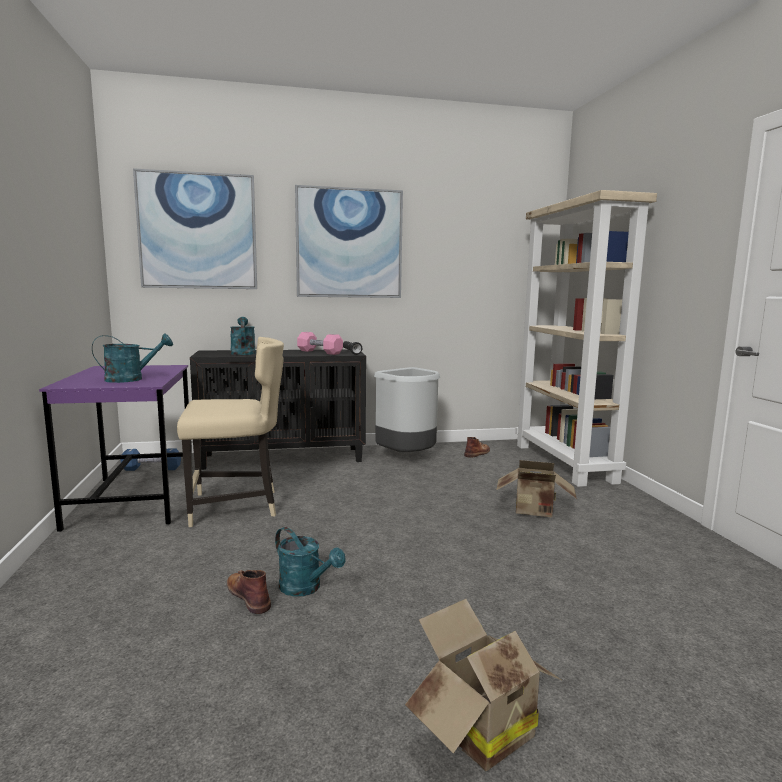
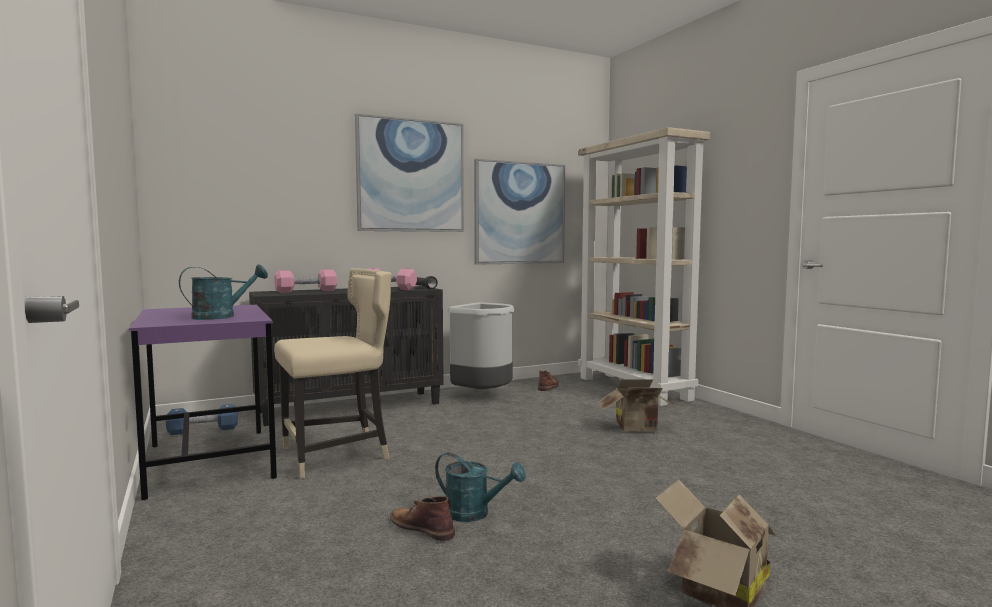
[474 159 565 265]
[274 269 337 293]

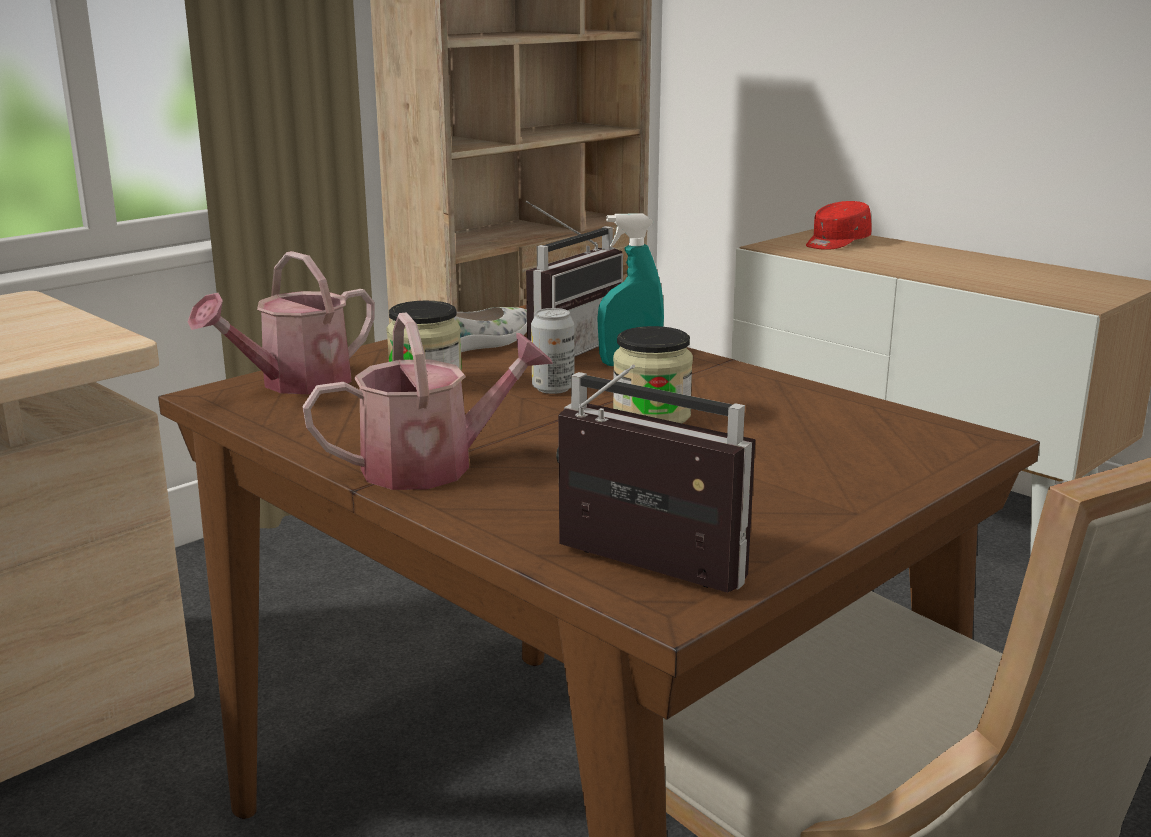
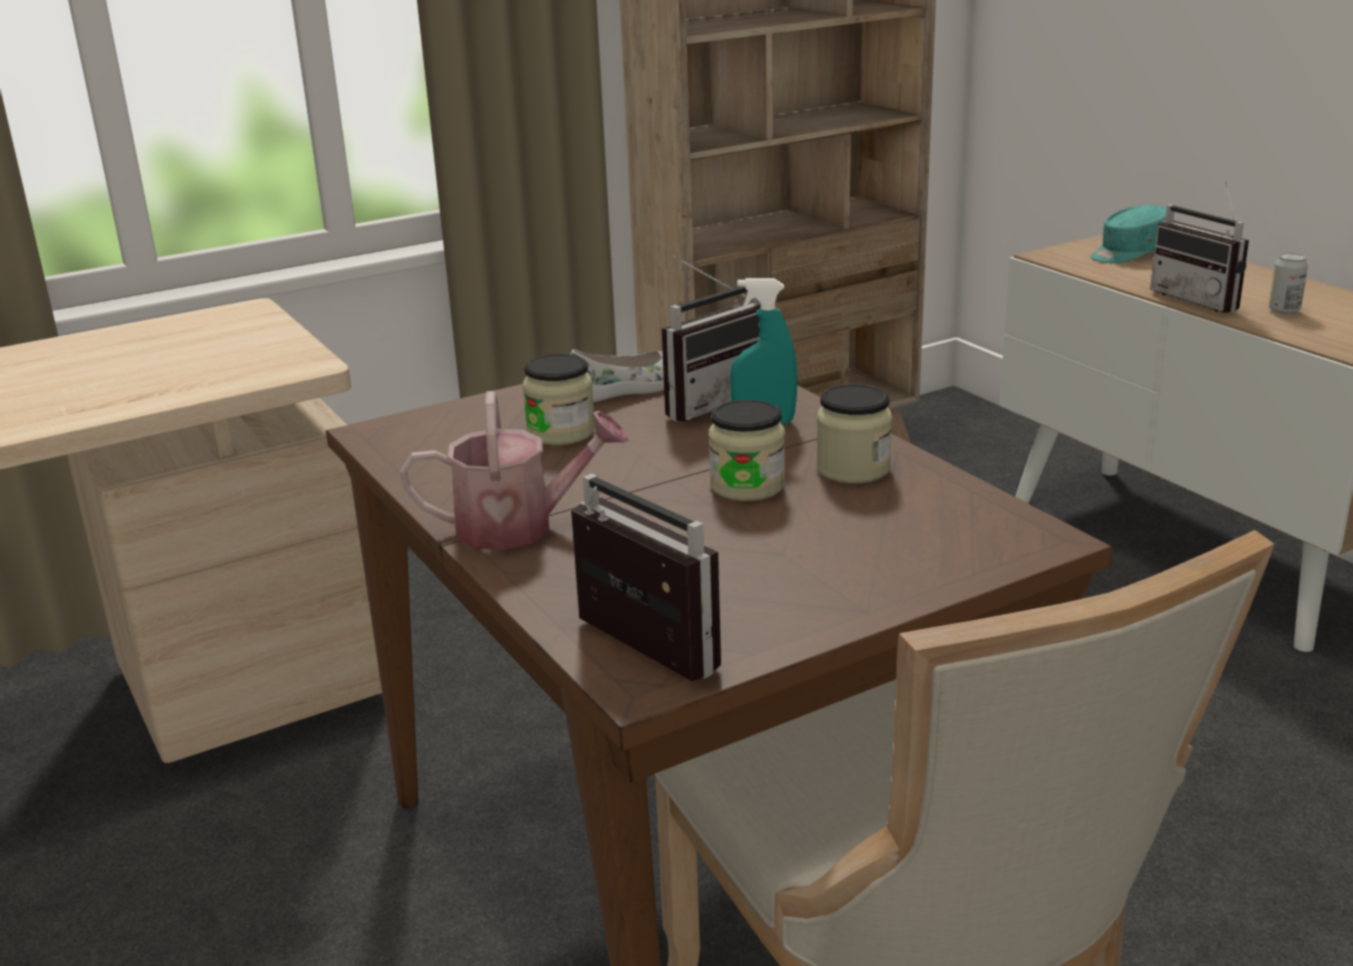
[1090 205 1166 263]
[188 251 375 394] (first image)
[1269 253 1308 314]
[1150 181 1249 313]
[816 384 892 483]

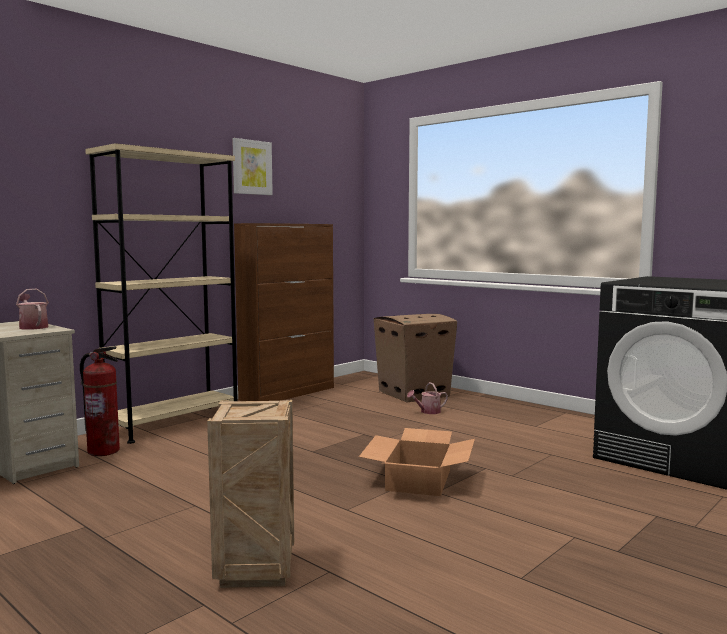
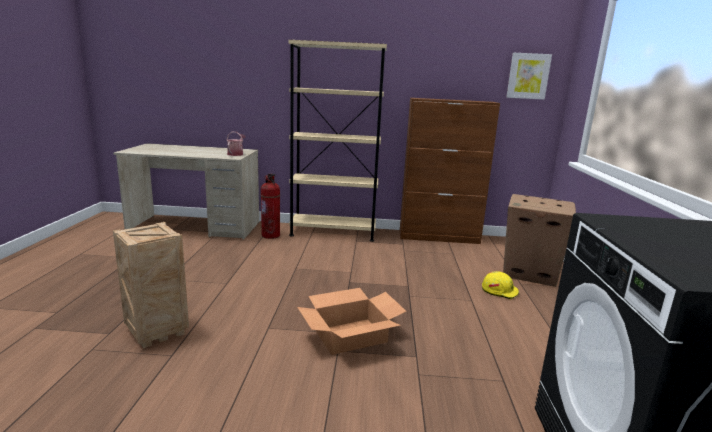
[506 53 552 100]
[482 271 519 299]

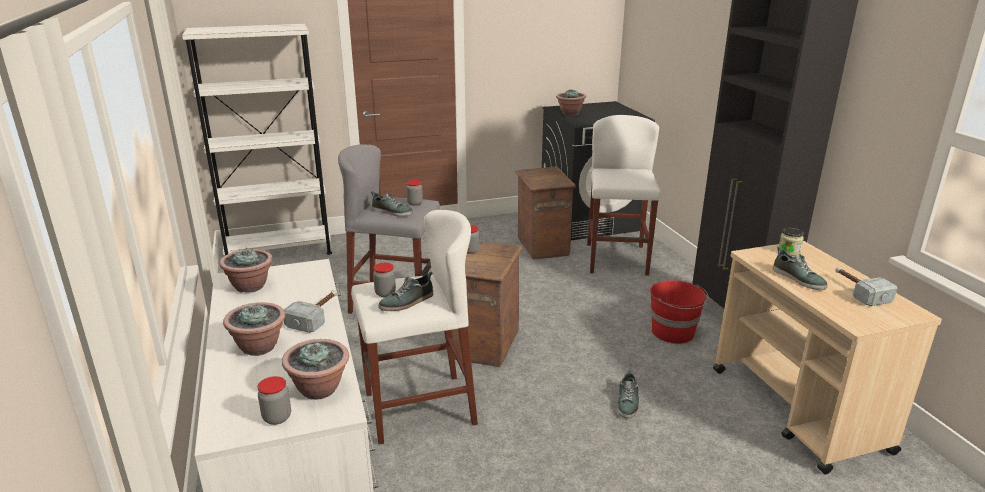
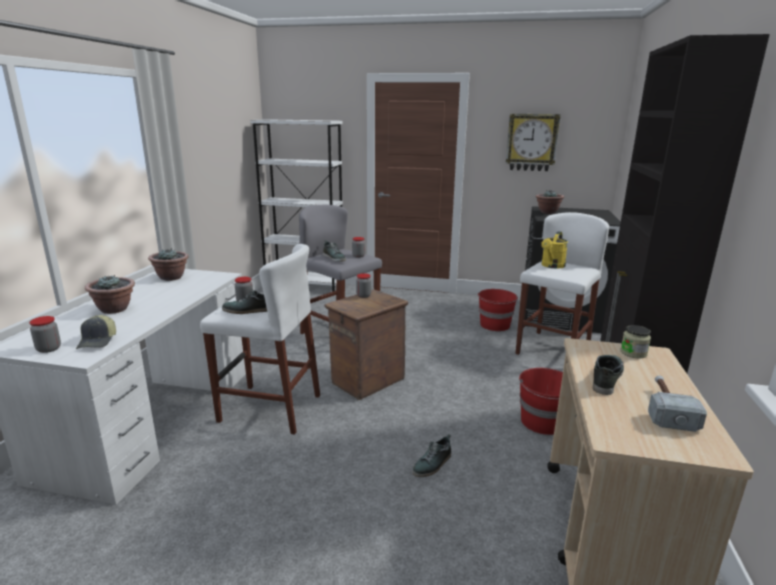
[478 289 518 331]
[593 355 624 395]
[284 290 337 333] (first image)
[76 315 116 349]
[506 114 561 171]
[541 231 568 269]

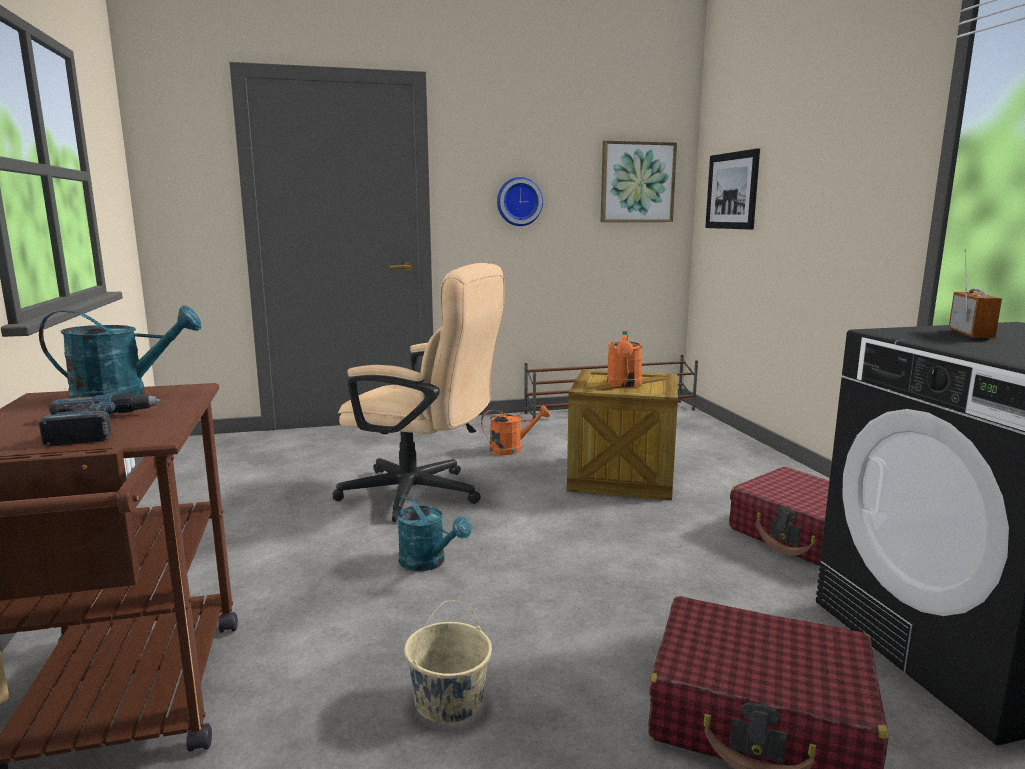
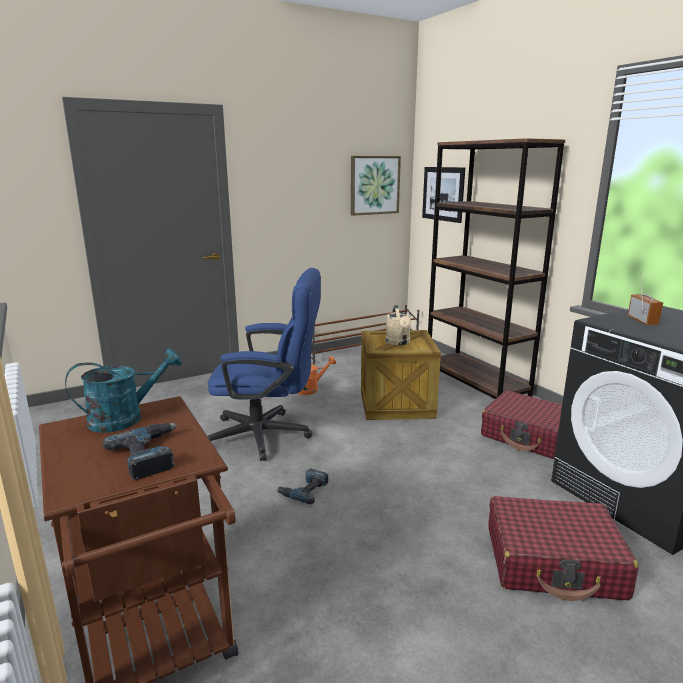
[497 177 543 226] (first image)
[207 268 321 461]
[386 305 411 345]
[275 468 328 504]
[404 601 492 724] (first image)
[428 138 566 399]

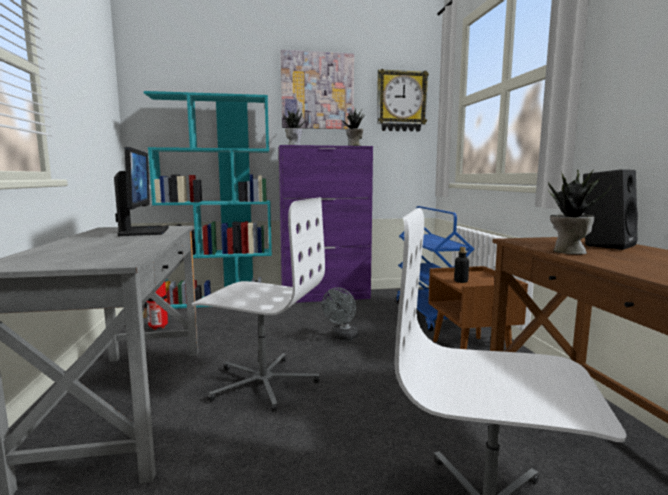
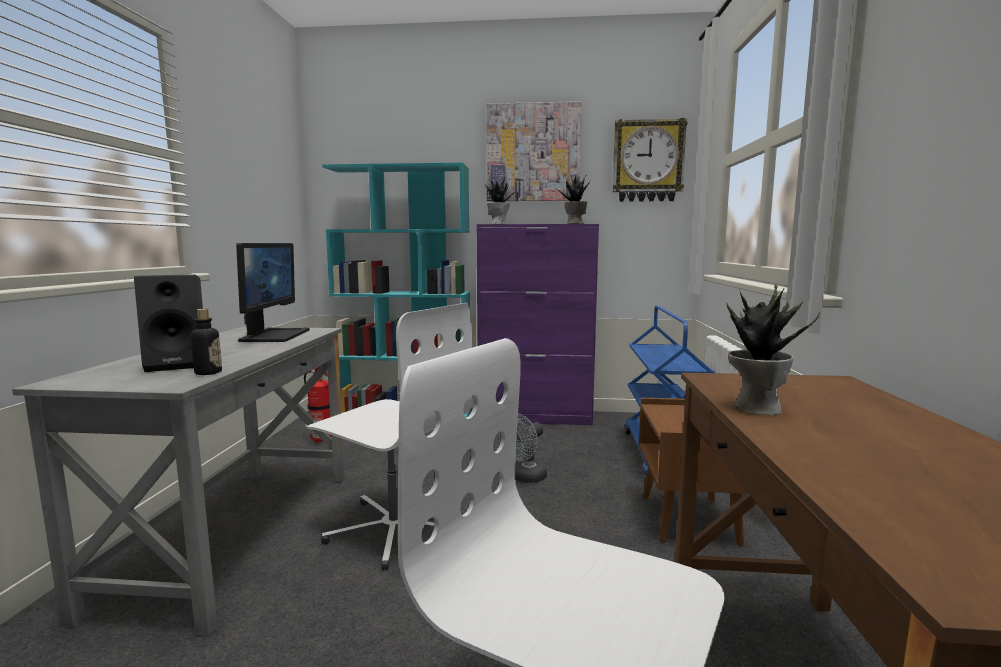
[134 274 203 372]
[191 309 222 375]

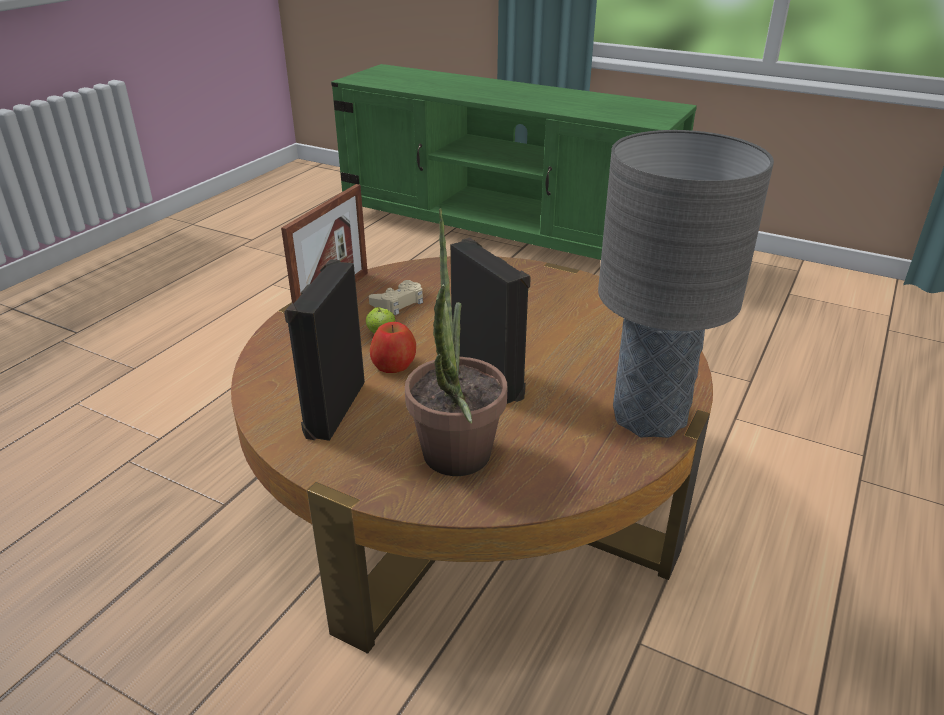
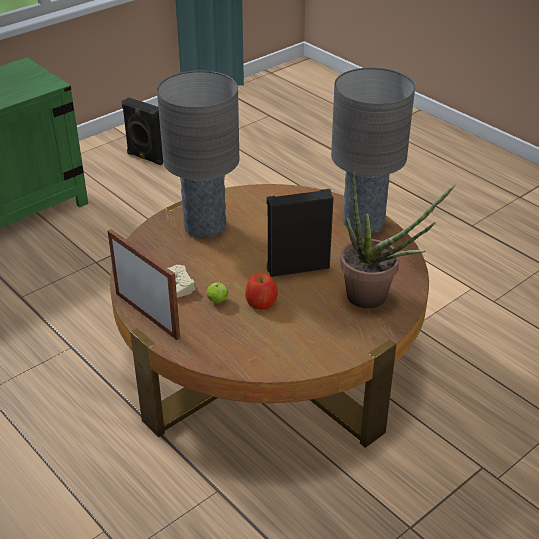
[121 97 163 166]
[157 70 239 239]

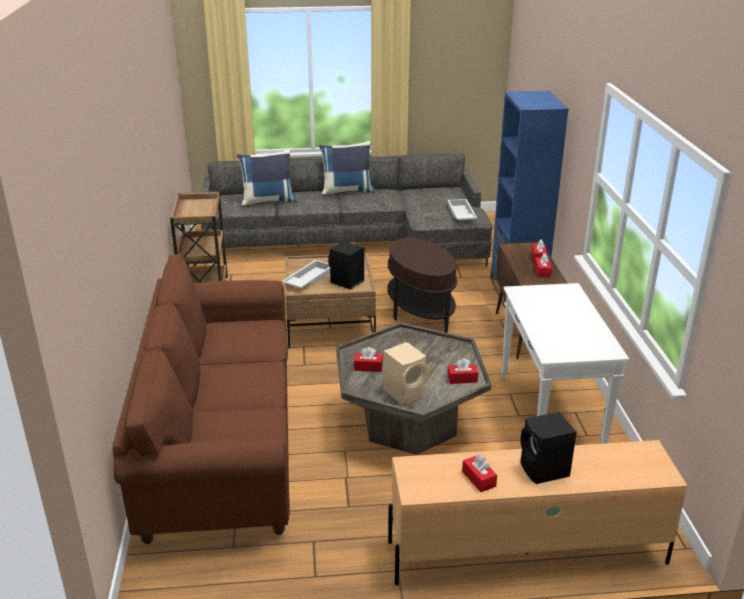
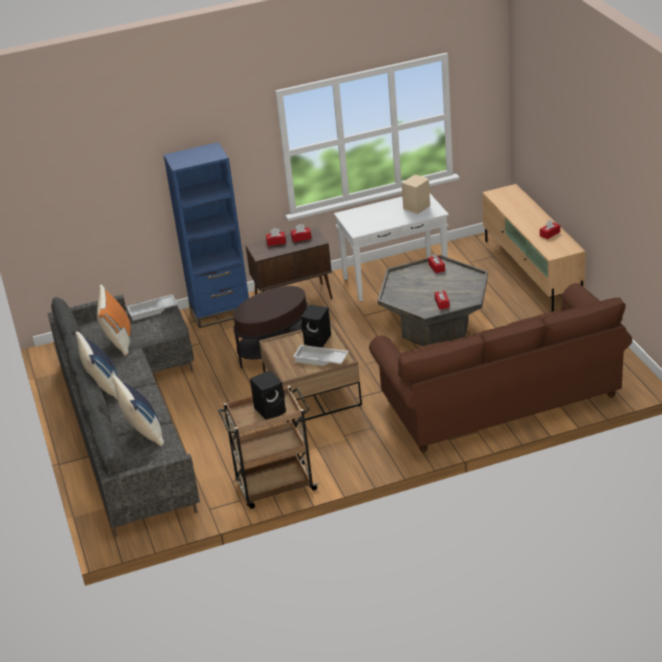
[402 175 431 214]
[250 370 286 420]
[97 285 131 356]

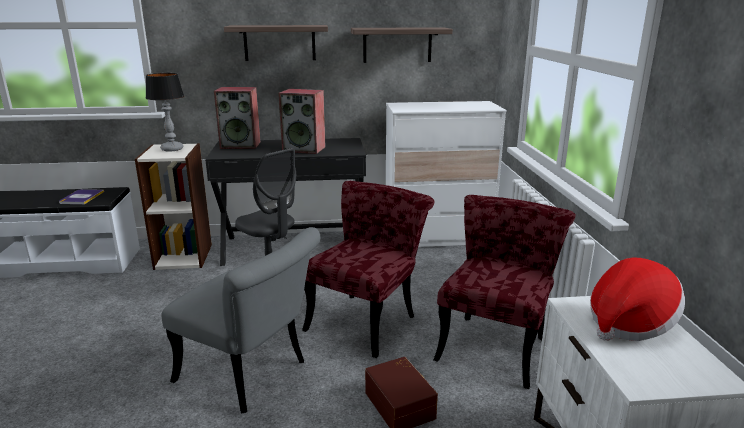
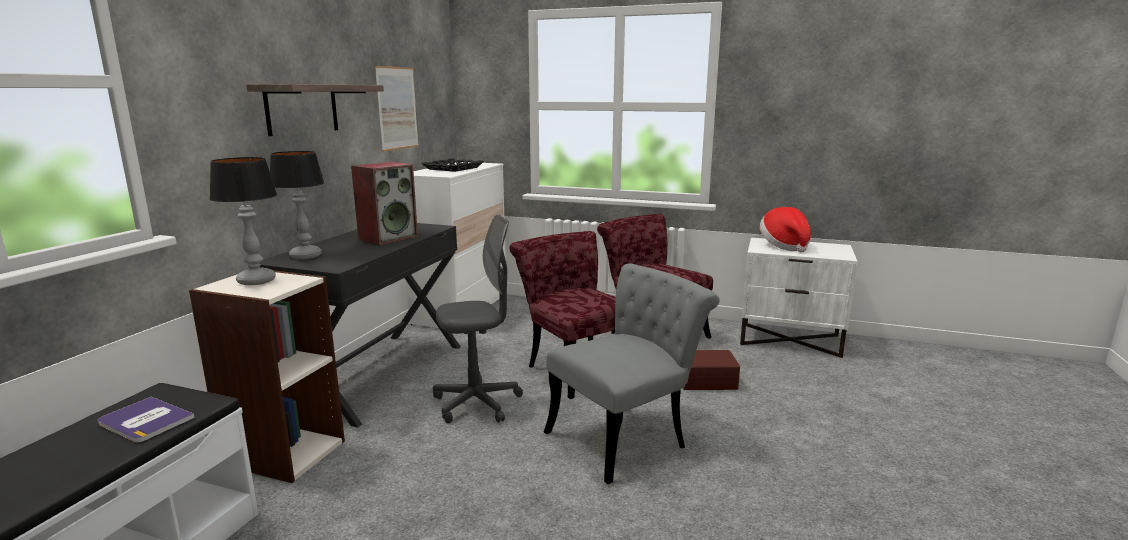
[375 66 419 152]
[270 151 324 259]
[421 158 484 172]

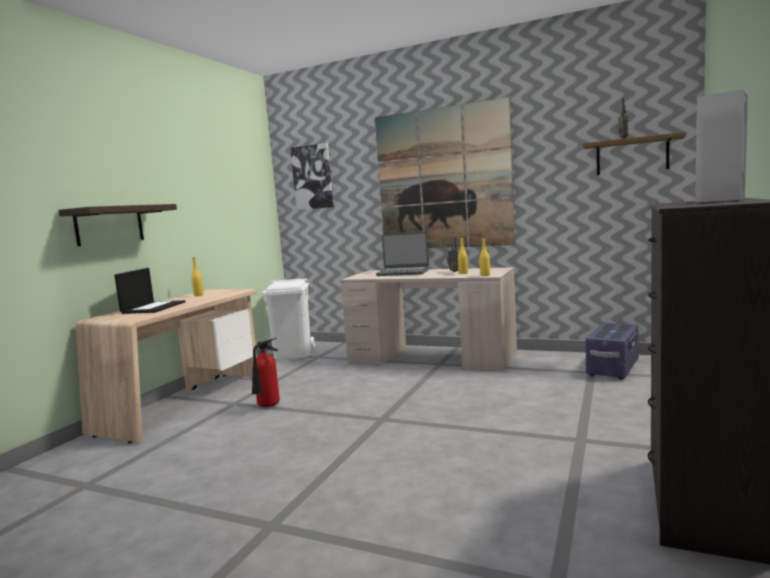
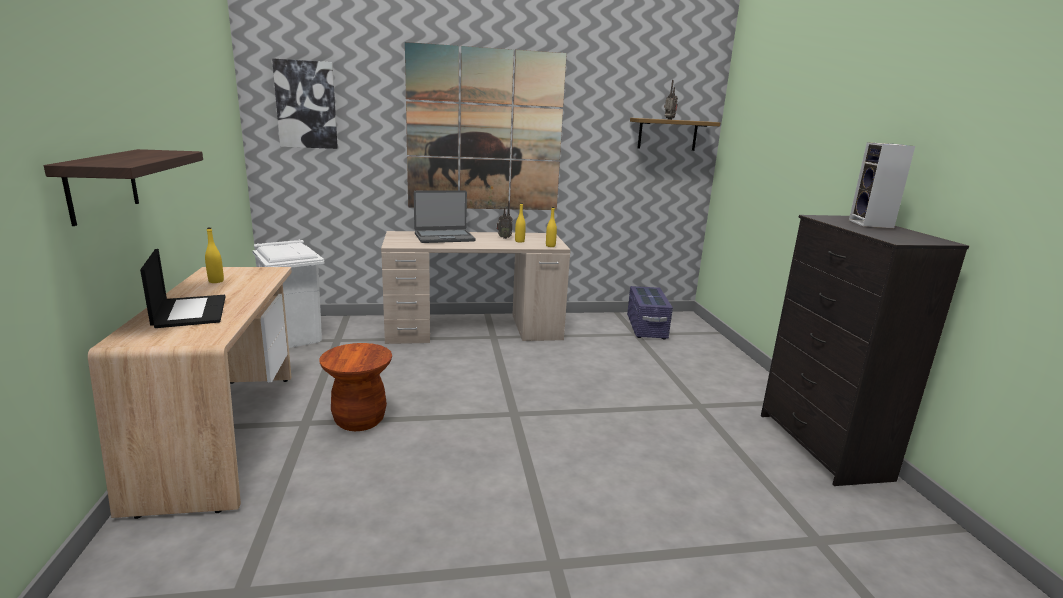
[320 343 392 431]

